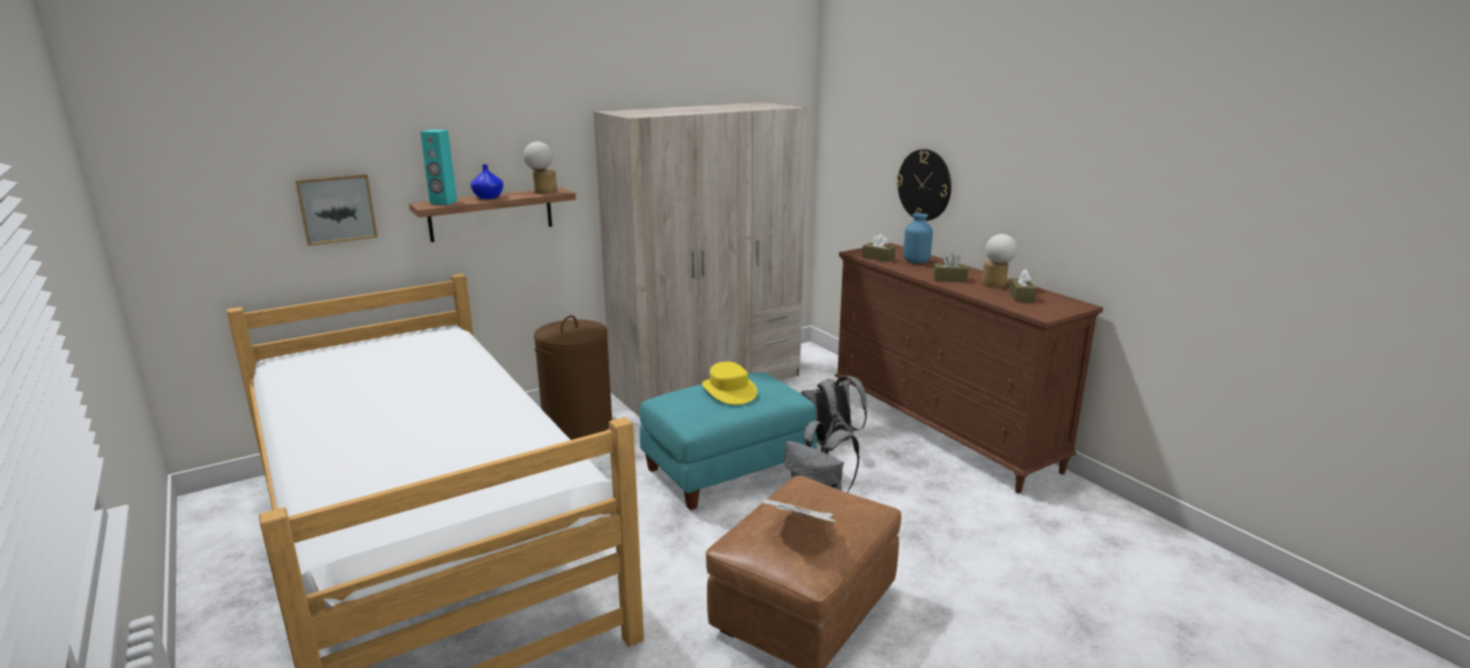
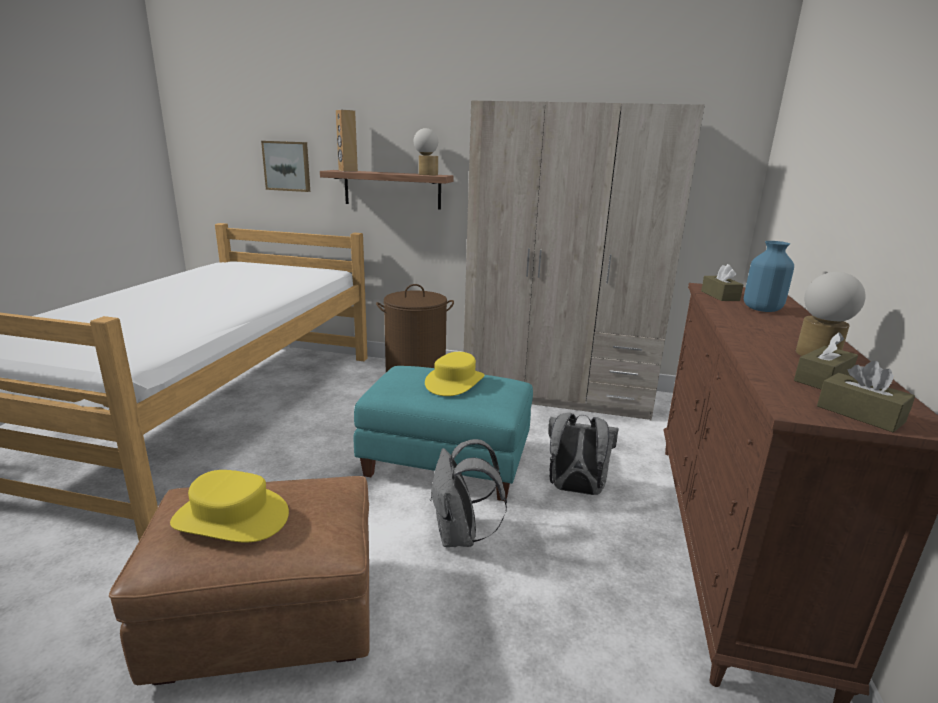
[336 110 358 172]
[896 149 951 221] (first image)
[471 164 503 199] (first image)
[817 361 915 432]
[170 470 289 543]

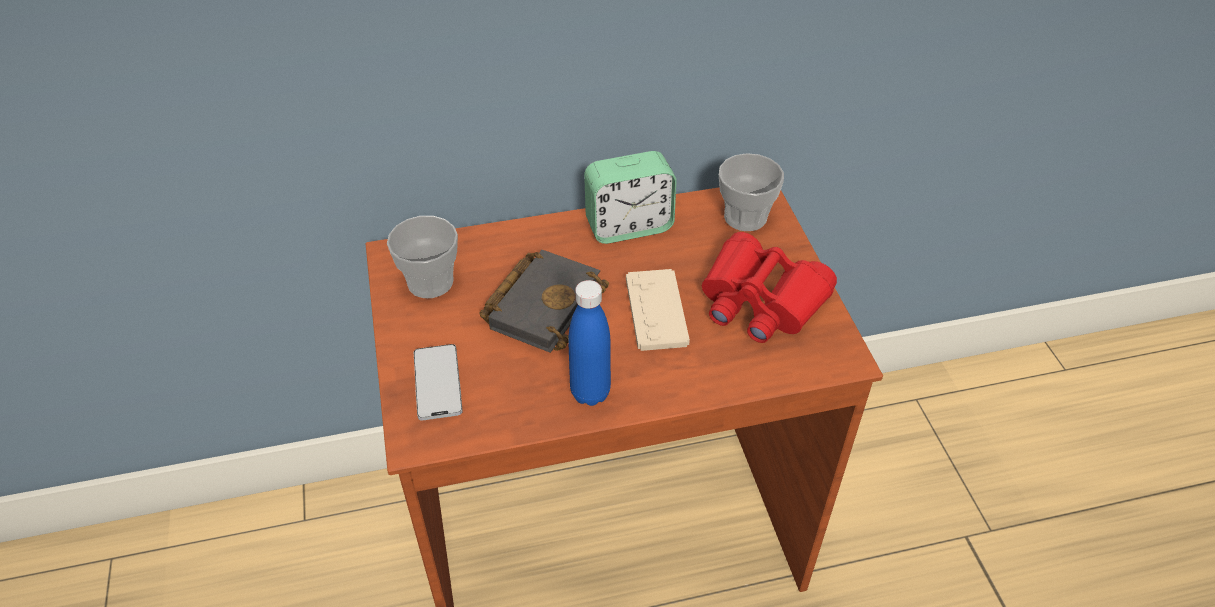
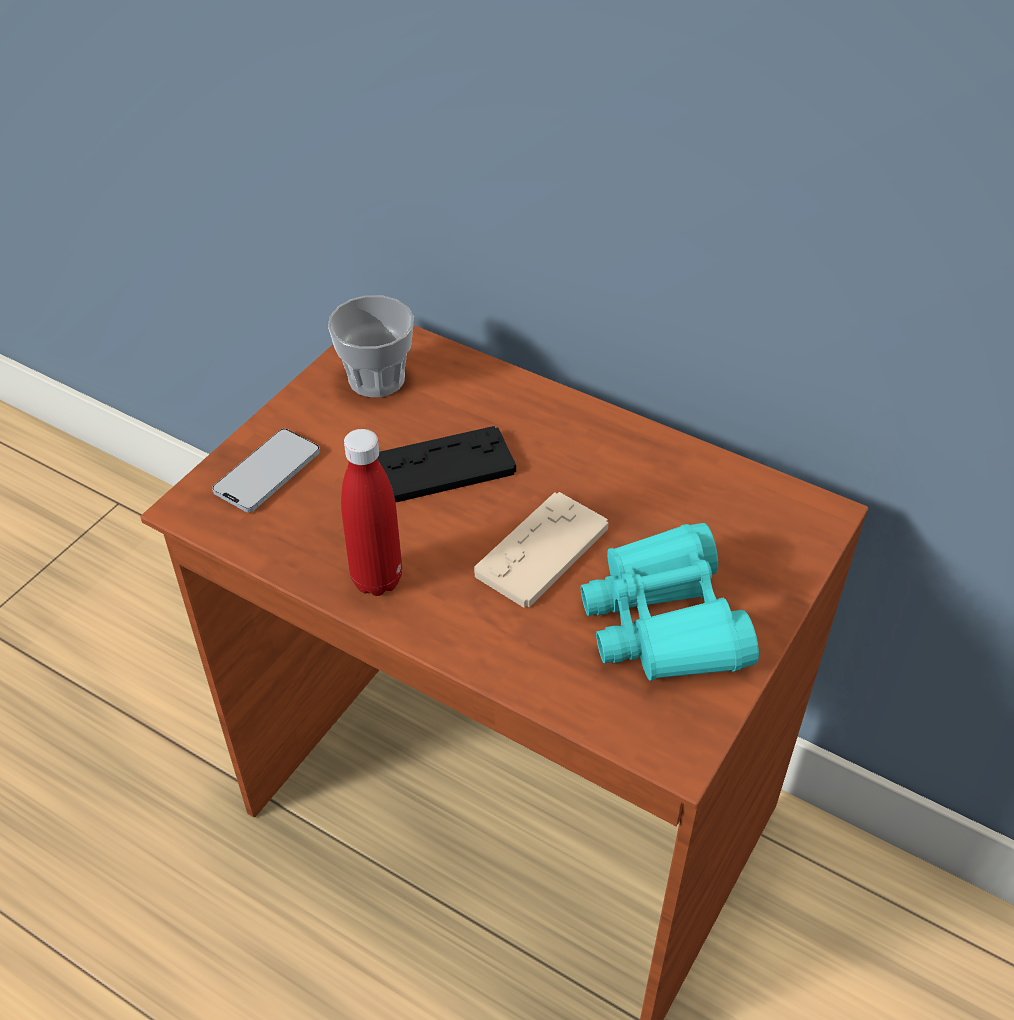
[584 151 676 244] (first image)
[719 153 784 231] (first image)
[581 523 759 681]
[378 426 516 503]
[341 429 402 596]

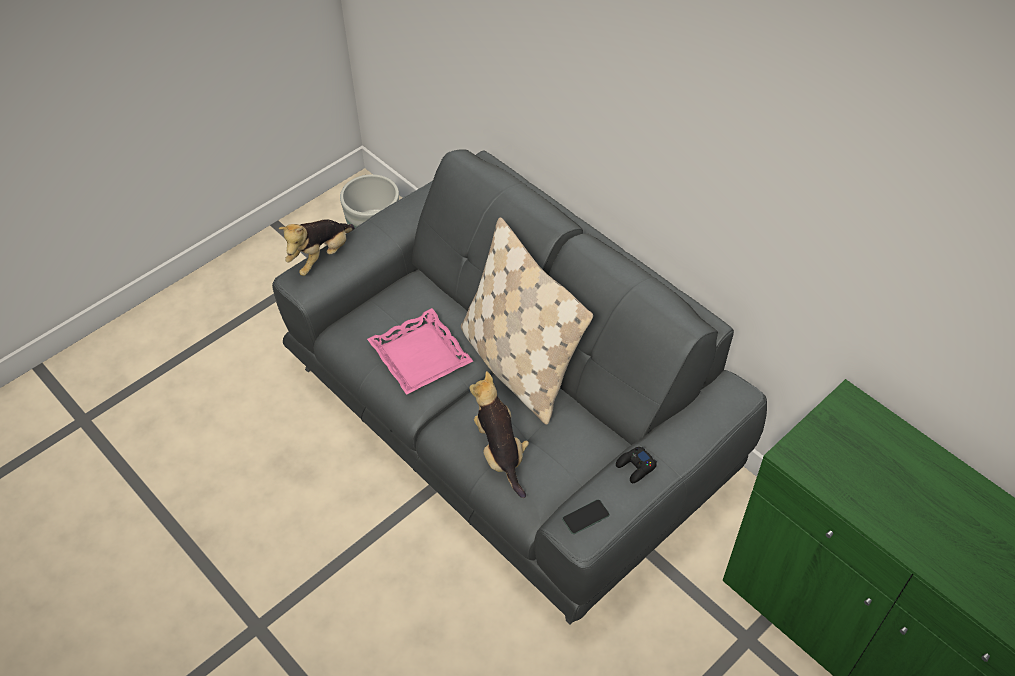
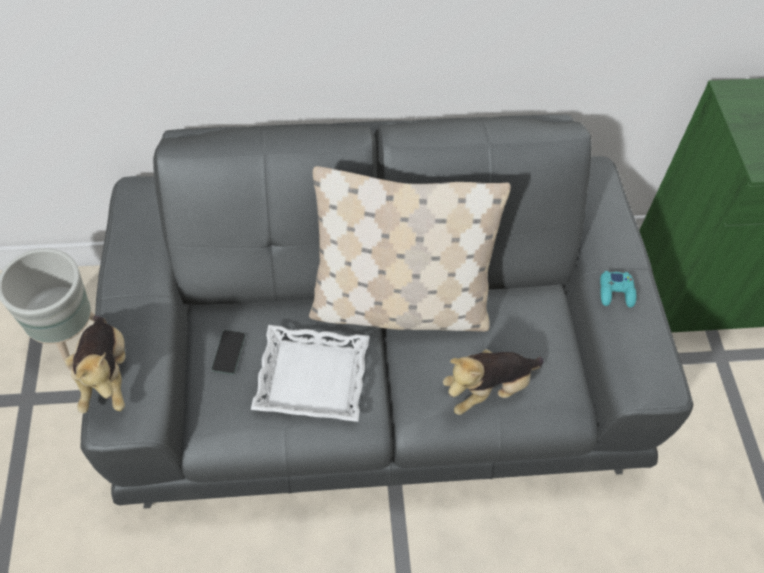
[251 325 369 422]
[443 349 544 415]
[600 271 637 308]
[212 330 246 375]

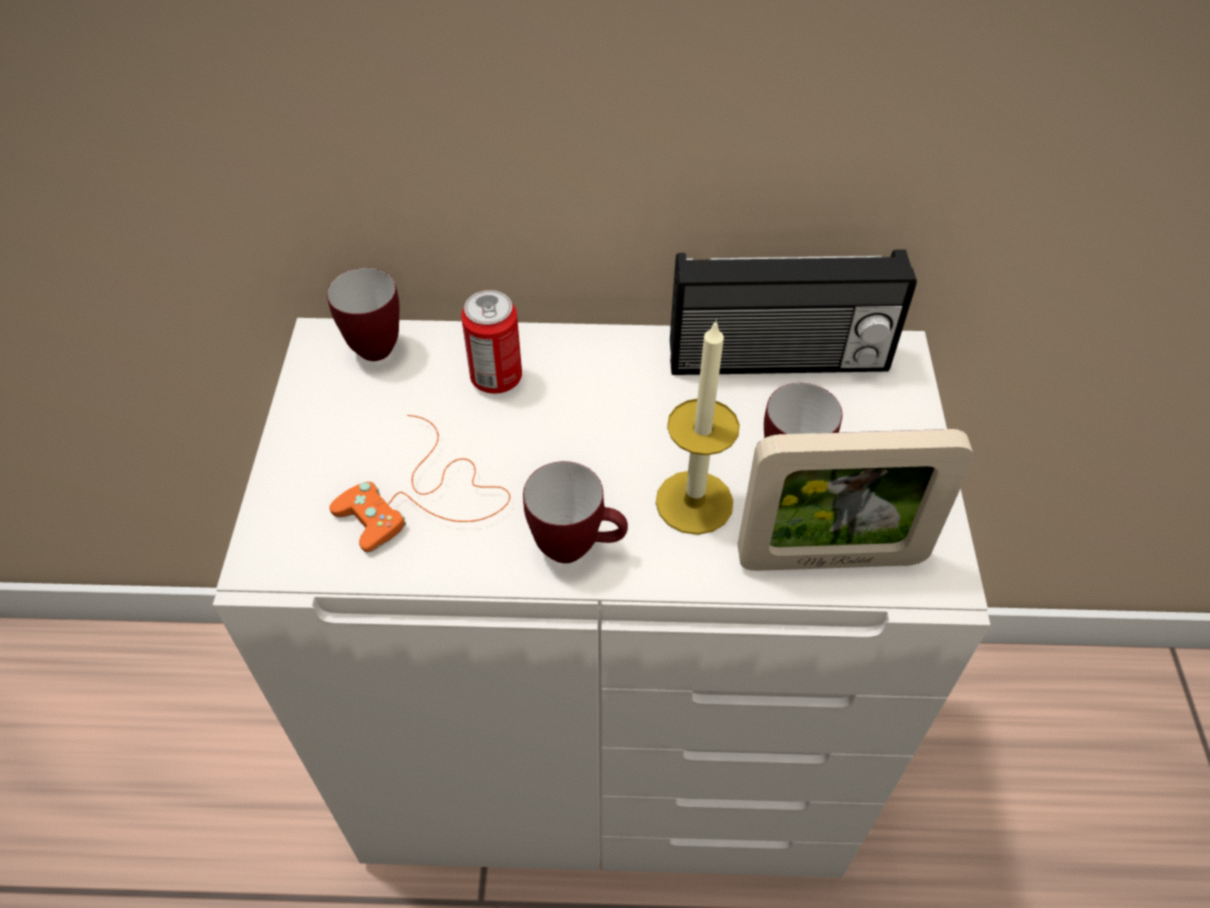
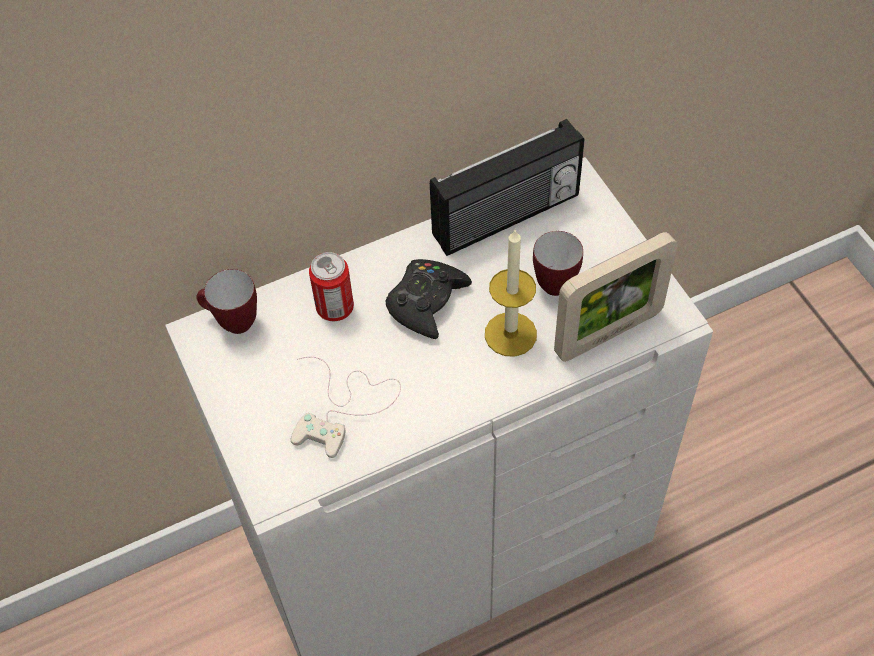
[291 357 401 458]
[523 461 628 563] (first image)
[385 259 472 339]

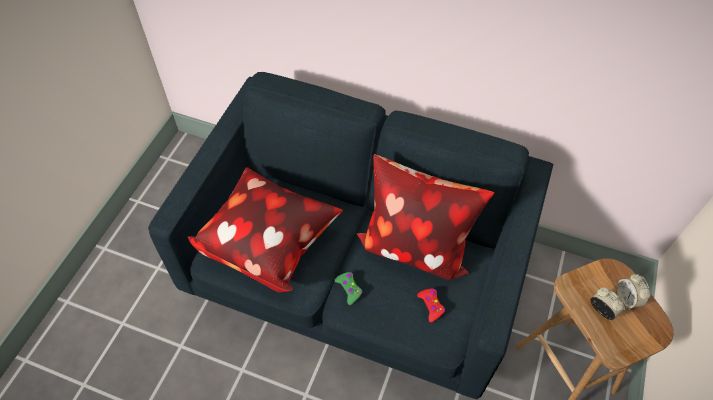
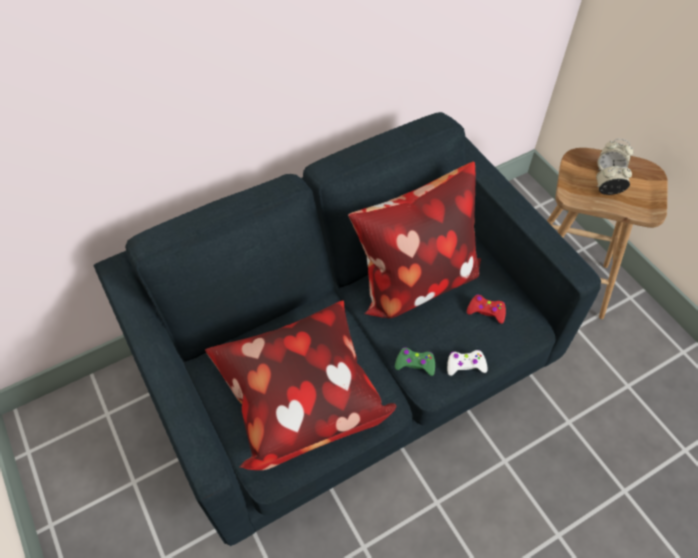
[447 350 488 376]

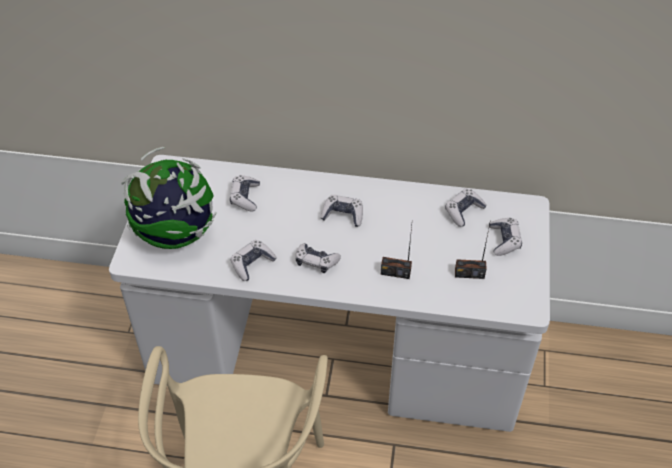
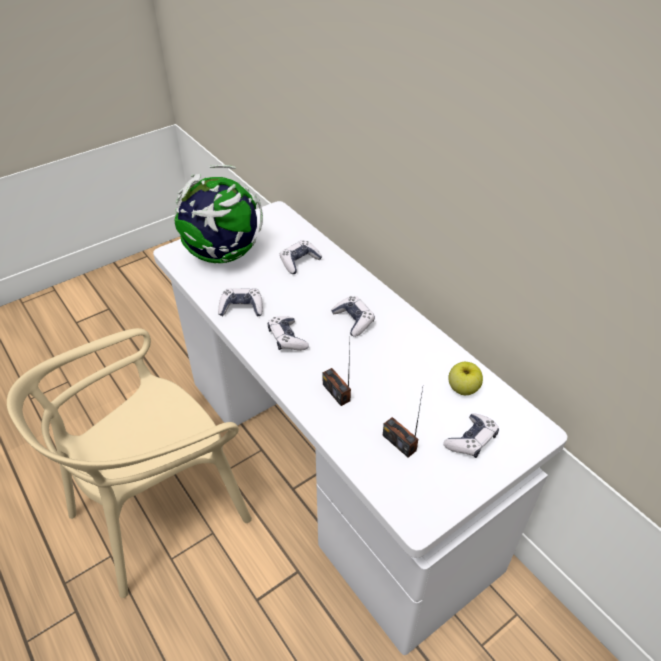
[448 362 483 395]

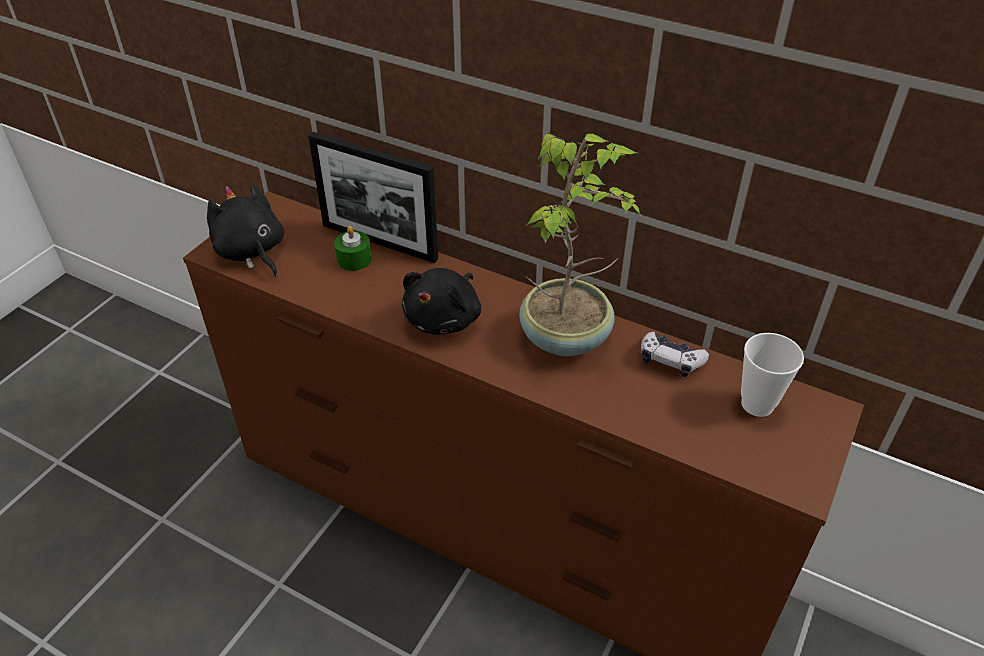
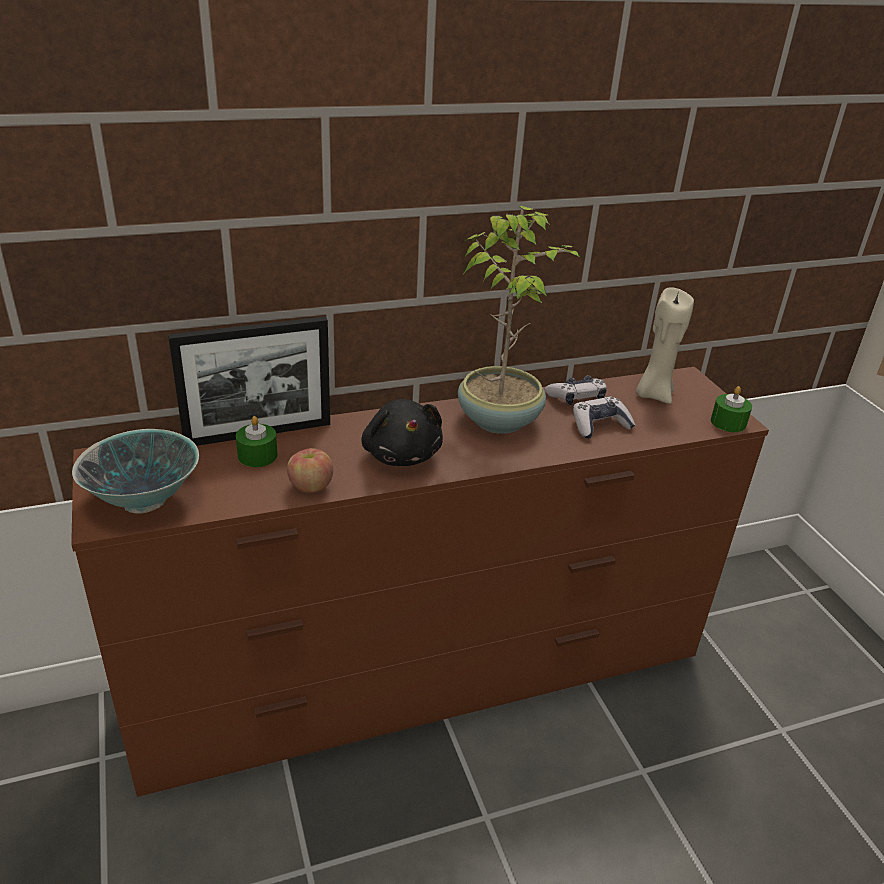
[72 429 199 514]
[636 287 694 404]
[711 386 752 432]
[573 397 635 439]
[287 448 333 493]

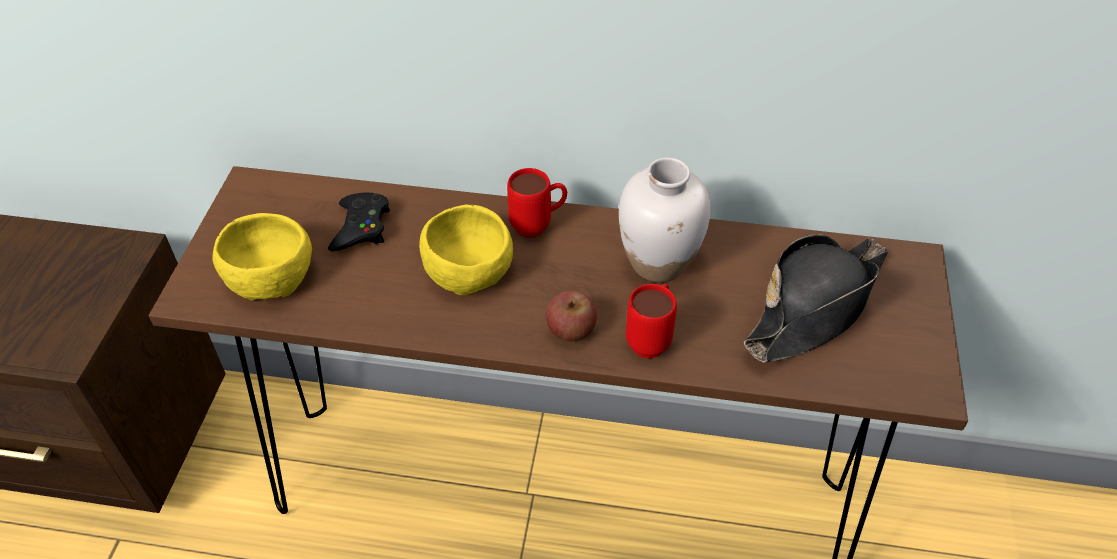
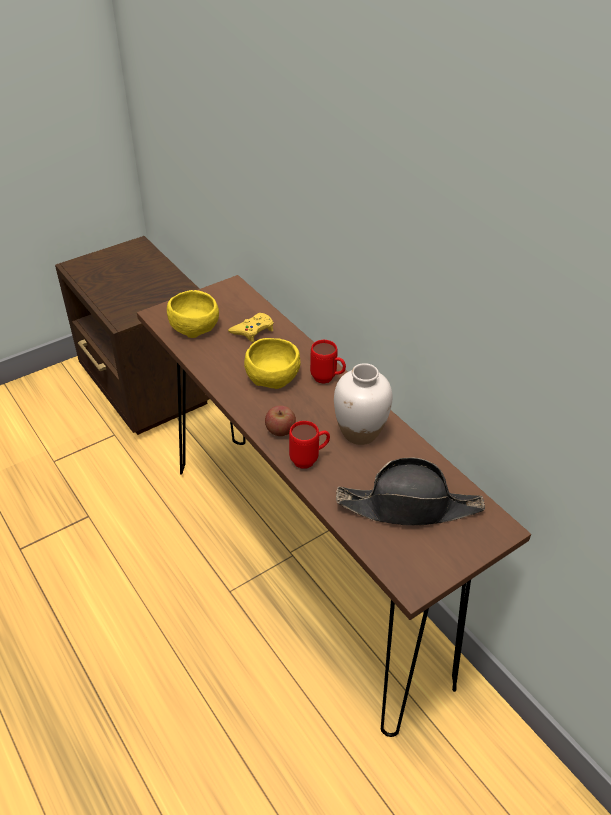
[228 313 274 342]

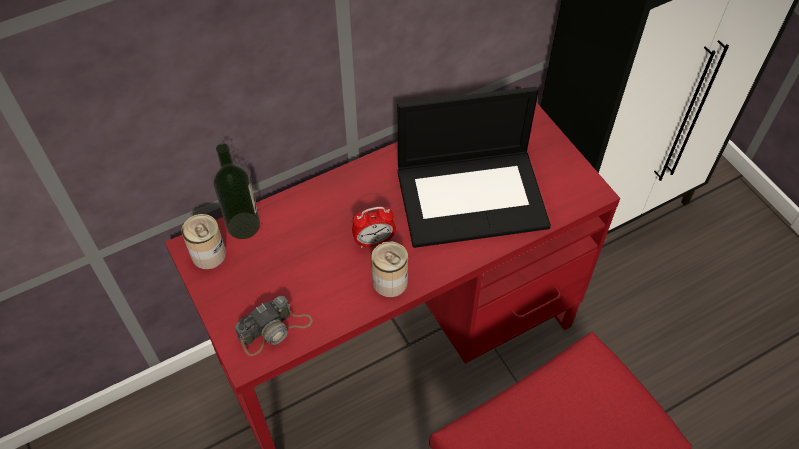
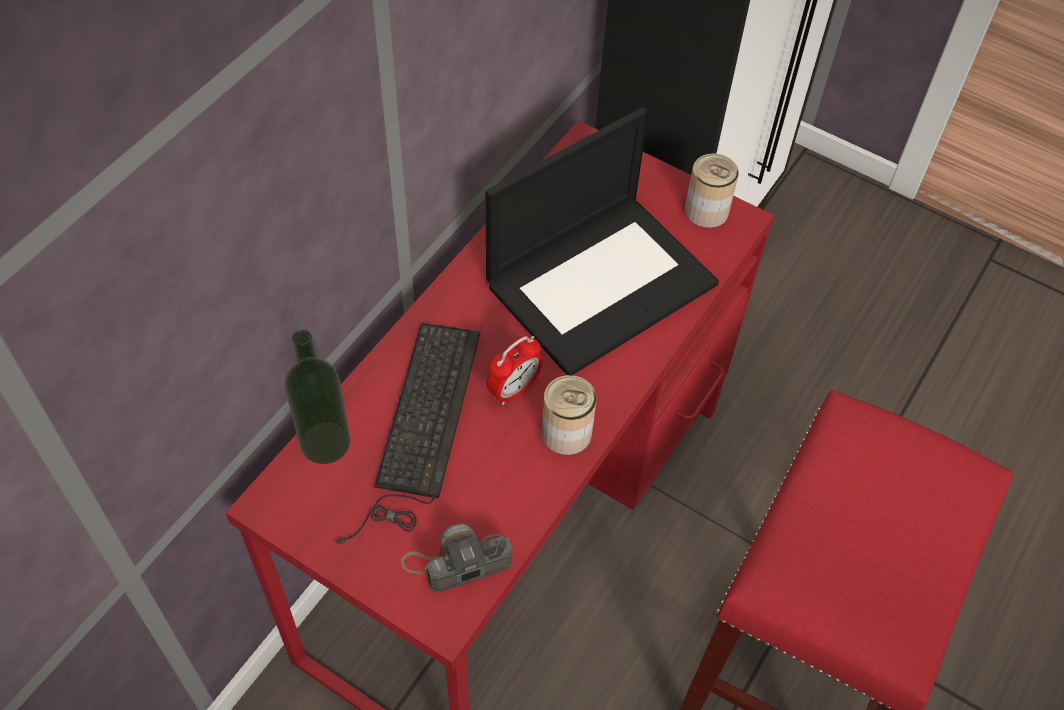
[685 154 739 228]
[401 524 512 593]
[336 323 480 544]

